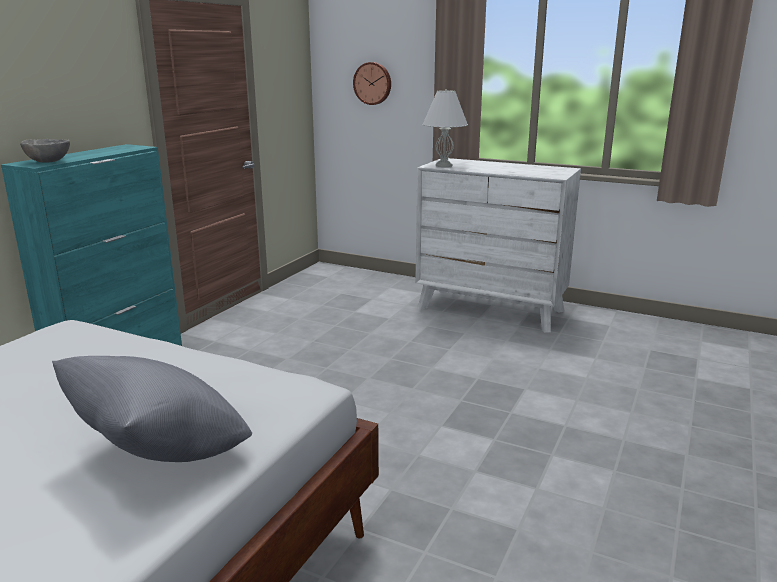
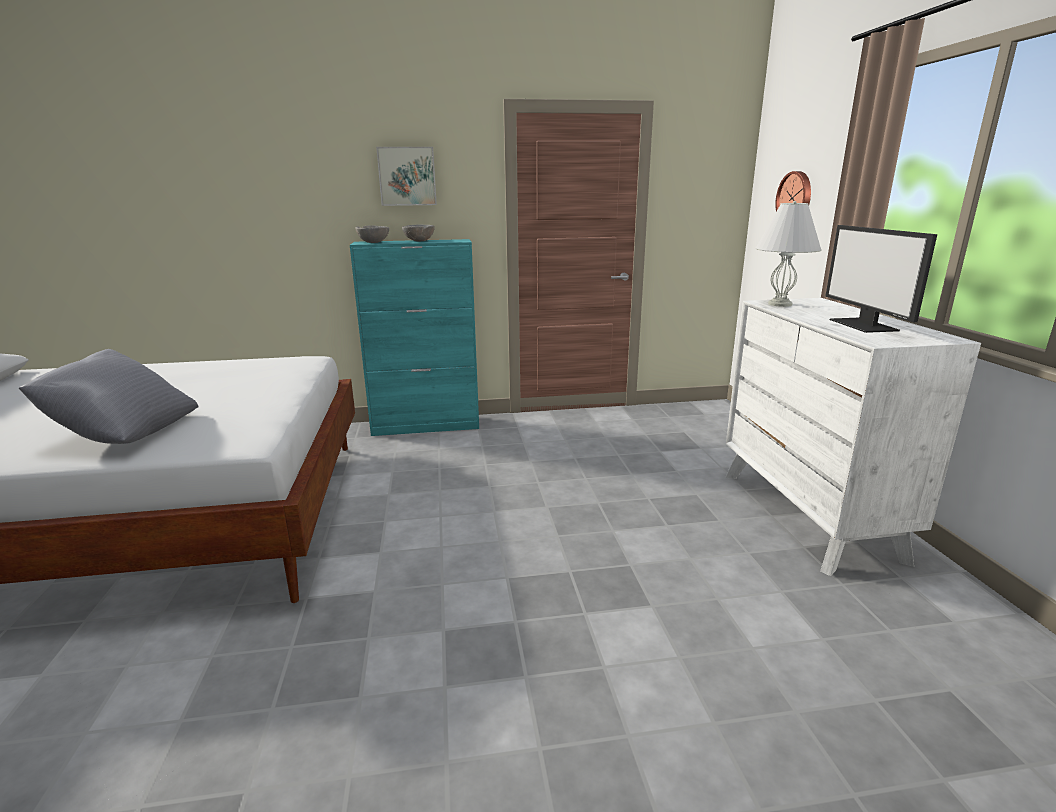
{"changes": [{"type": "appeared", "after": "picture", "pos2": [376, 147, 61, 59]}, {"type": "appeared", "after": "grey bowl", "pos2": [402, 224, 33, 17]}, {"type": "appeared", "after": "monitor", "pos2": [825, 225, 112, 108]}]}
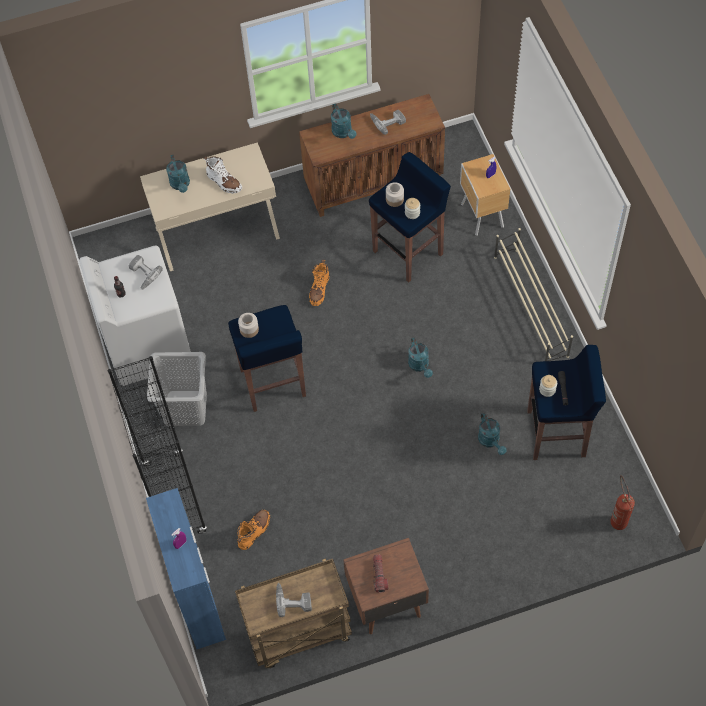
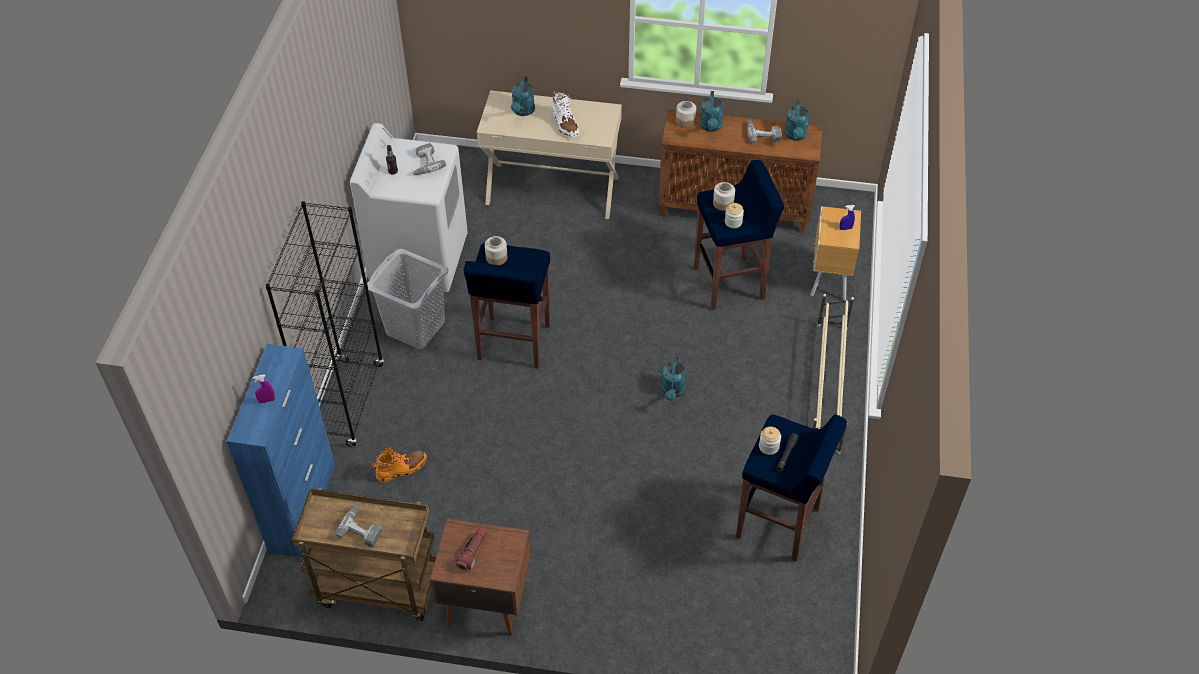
{"changes": [{"type": "appeared", "after": "jar", "pos2": [676, 101, 20, 27]}, {"type": "relocated", "before": "turquoise watering can", "pos1": [478, 413, 29, 42], "pos2": [785, 100, 25, 41]}, {"type": "missing", "before": "orange boot", "pos1": [309, 260, 20, 46]}, {"type": "missing", "before": "fire extinguisher", "pos1": [610, 475, 25, 55]}]}
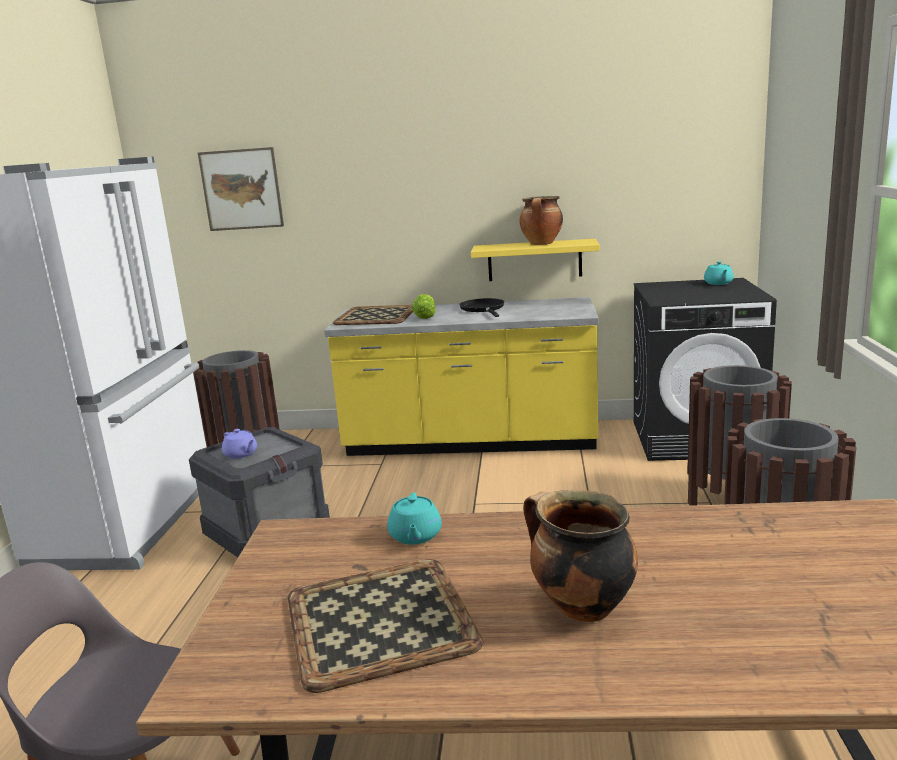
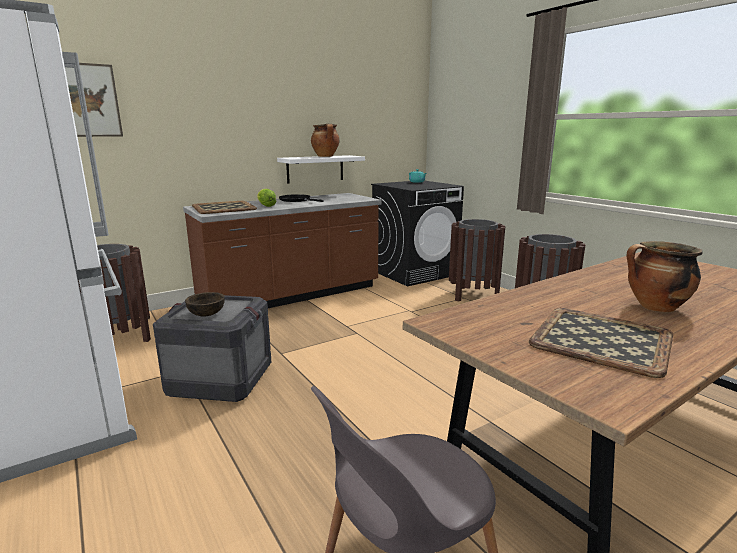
{"changes": [{"type": "colour", "before": "yellow counter", "after": "brown counter", "pos1": [324, 297, 275, 159], "pos2": [183, 193, 199, 115]}, {"type": "exchanged", "before": "purple teapot", "after": "brown bowl", "pos1": [222, 429, 35, 30], "pos2": [185, 292, 40, 25]}, {"type": "colour", "before": "yellow shelf", "after": "white shelf", "pos1": [471, 239, 129, 42], "pos2": [277, 155, 88, 28]}, {"type": "missing", "before": "turquoise teapot", "pos1": [387, 493, 55, 52]}]}
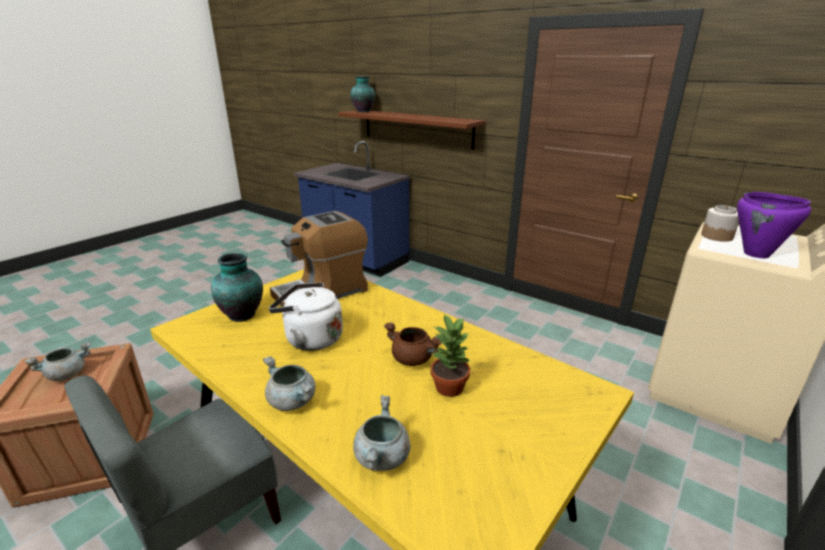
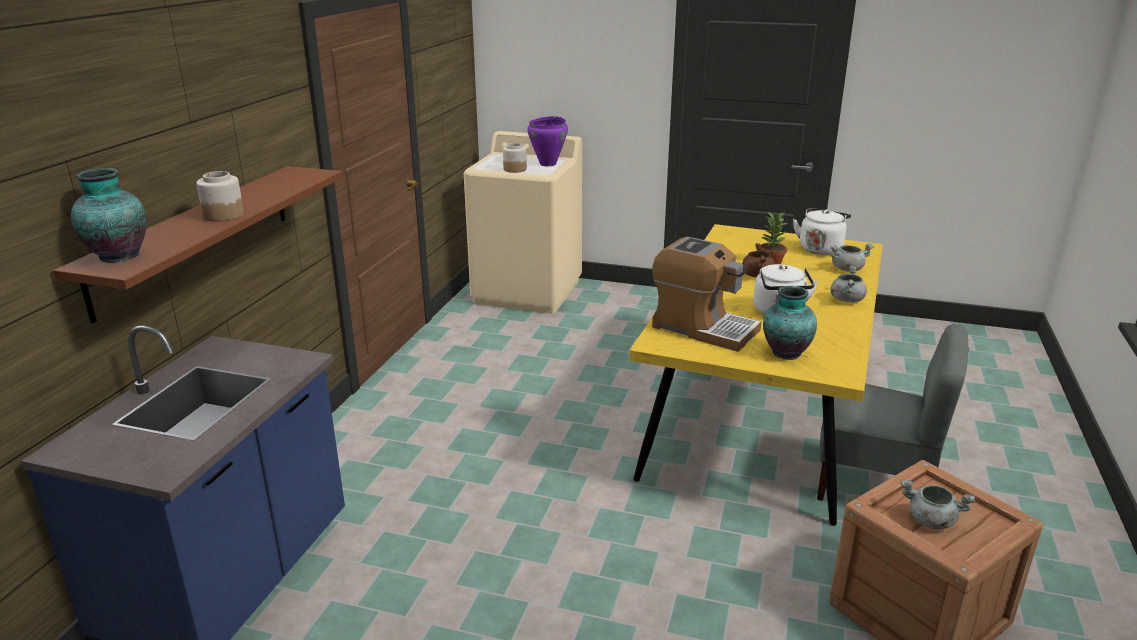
{"changes": [{"type": "appeared", "after": "jar", "pos2": [196, 171, 48, 51]}, {"type": "appeared", "after": "white kettle", "pos2": [793, 208, 58, 47]}]}
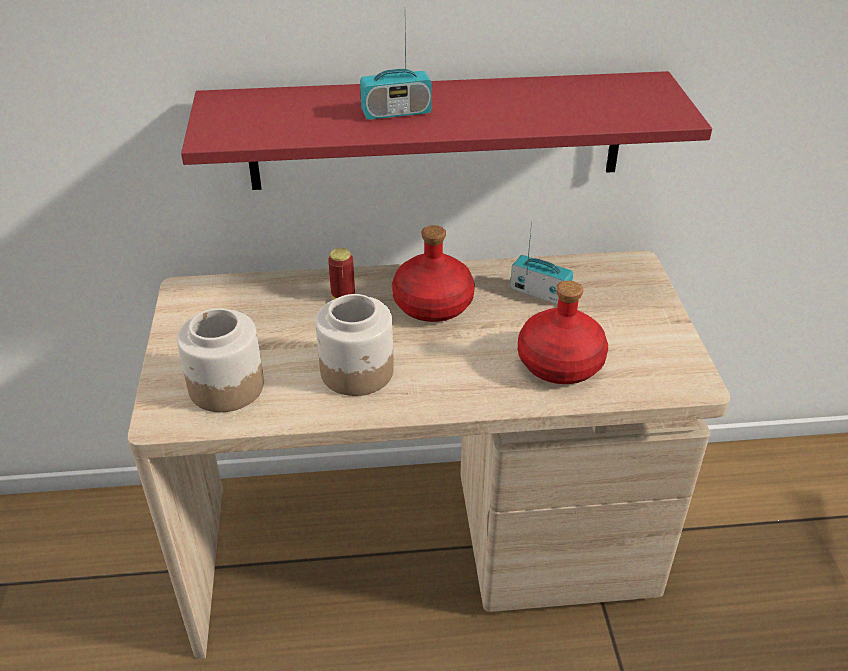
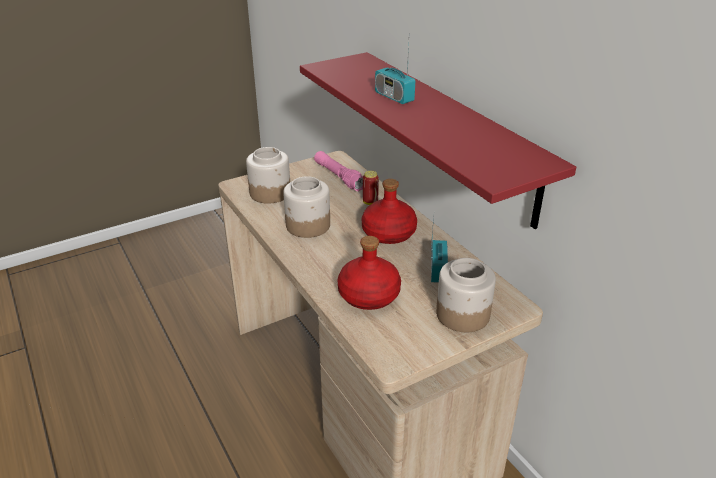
{"changes": [{"type": "appeared", "after": "pink flashlight", "pos2": [314, 151, 49, 41]}, {"type": "appeared", "after": "jar", "pos2": [436, 258, 60, 74]}]}
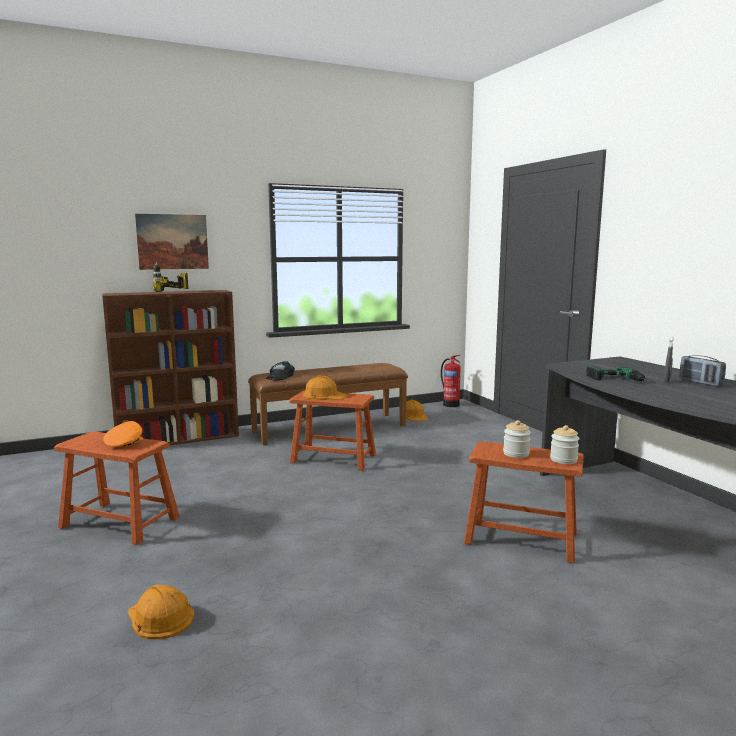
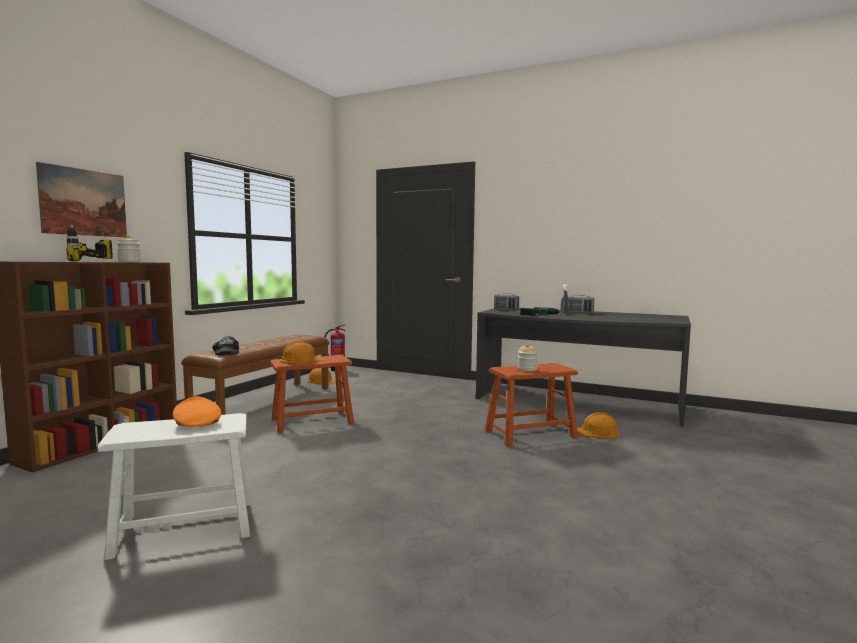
{"changes": [{"type": "colour", "before": "brown stool", "after": "white stool", "pos1": [54, 432, 126, 113], "pos2": [98, 413, 152, 147]}, {"type": "relocated", "before": "jar", "pos1": [550, 425, 29, 39], "pos2": [117, 235, 24, 27]}, {"type": "appeared", "after": "radio", "pos2": [494, 293, 25, 18]}, {"type": "relocated", "before": "orange hard hat", "pos1": [128, 584, 66, 55], "pos2": [577, 413, 43, 26]}]}
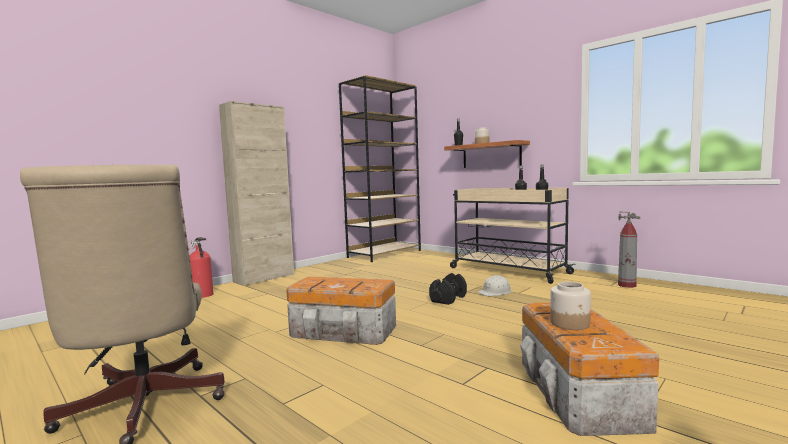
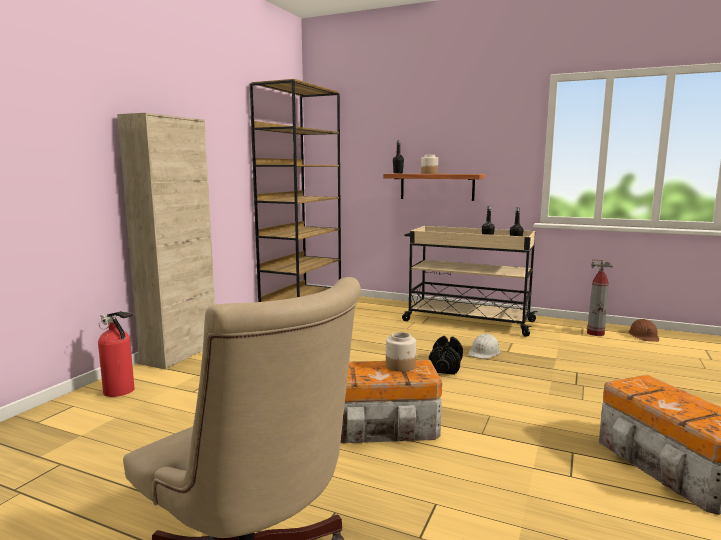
{"changes": [{"type": "relocated", "before": "jar", "pos1": [550, 282, 41, 48], "pos2": [386, 332, 30, 40]}, {"type": "appeared", "after": "brown hard hat", "pos2": [628, 319, 31, 23]}]}
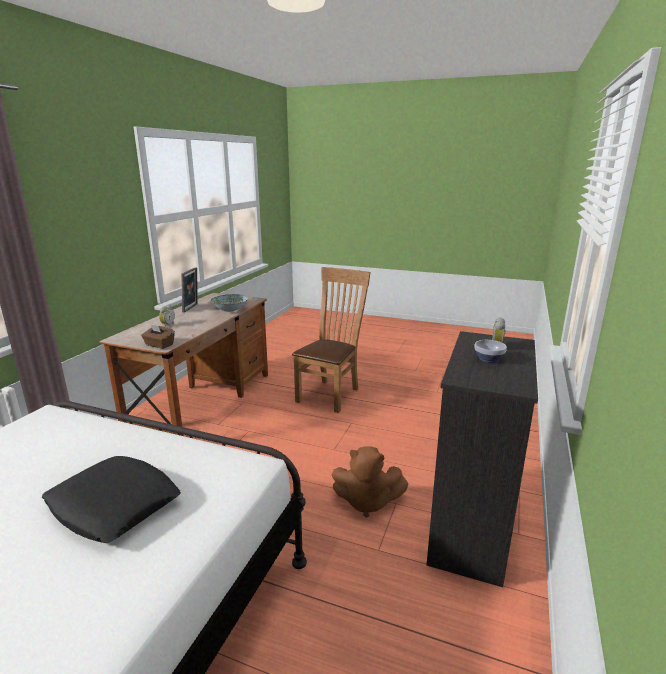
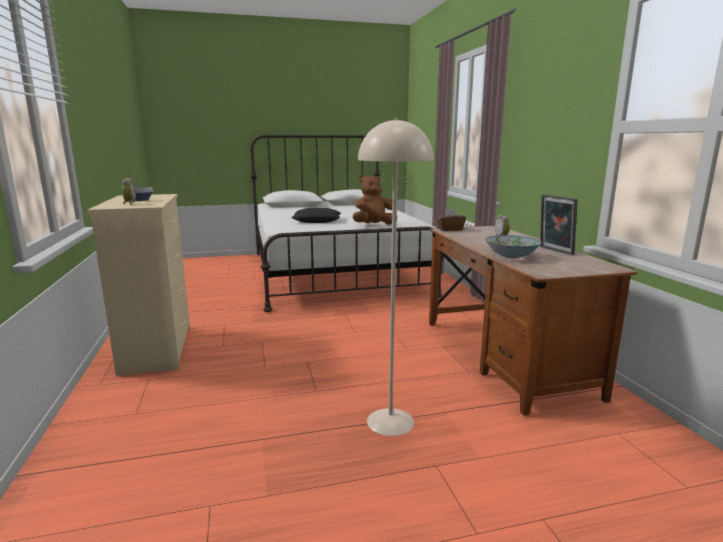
{"changes": [{"type": "colour", "before": "black dresser", "after": "beige dresser", "pos1": [427, 331, 111, 256], "pos2": [87, 194, 103, 182]}, {"type": "relocated", "before": "brown plush toy", "pos1": [332, 446, 76, 72], "pos2": [353, 175, 44, 50]}, {"type": "exchanged", "before": "brown chair", "after": "beige floor lamp", "pos1": [292, 267, 79, 146], "pos2": [358, 118, 75, 318]}]}
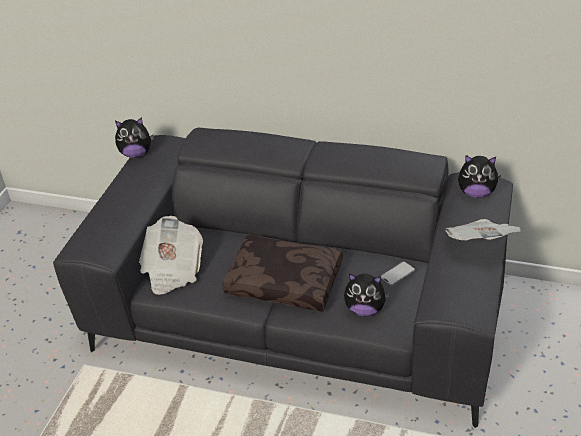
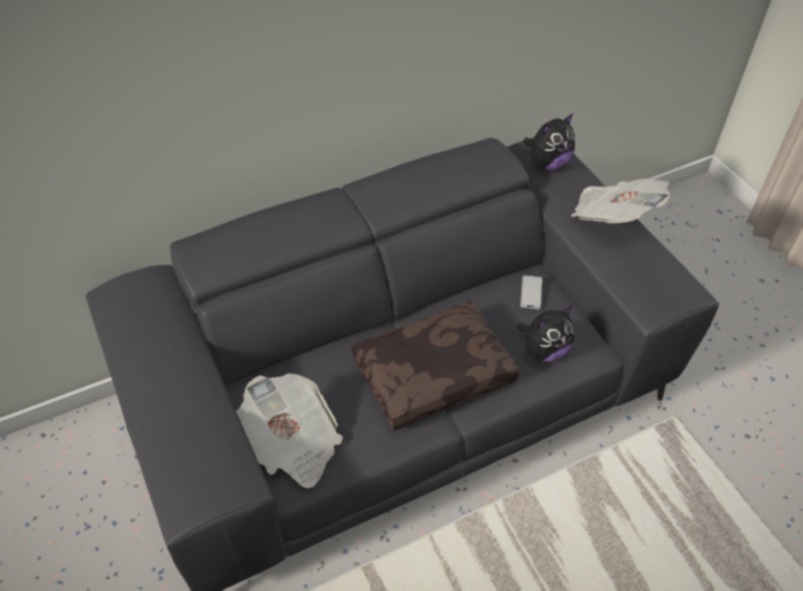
{"changes": [{"type": "missing", "before": "plush toy", "pos1": [115, 117, 39, 41]}]}
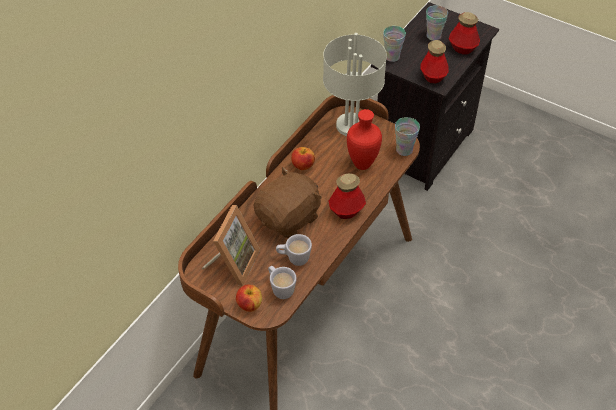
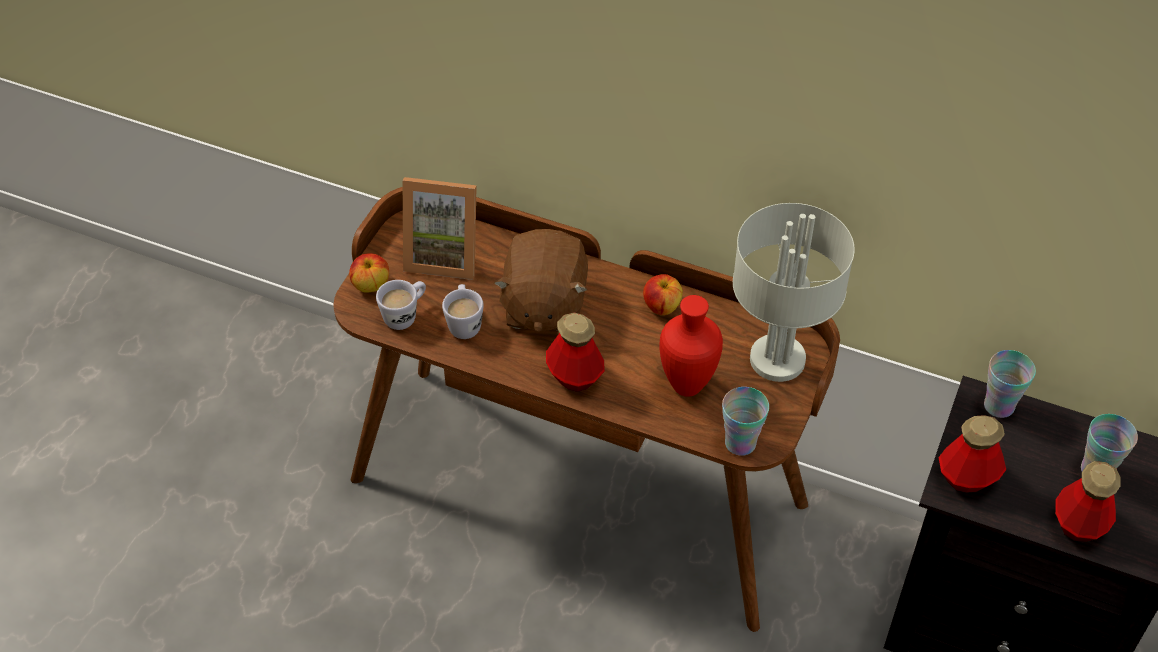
{"changes": [{"type": "spun", "before": "brown plush toy", "pos1": [254, 167, 68, 71], "pos2": [494, 229, 94, 103], "turn": 60}]}
